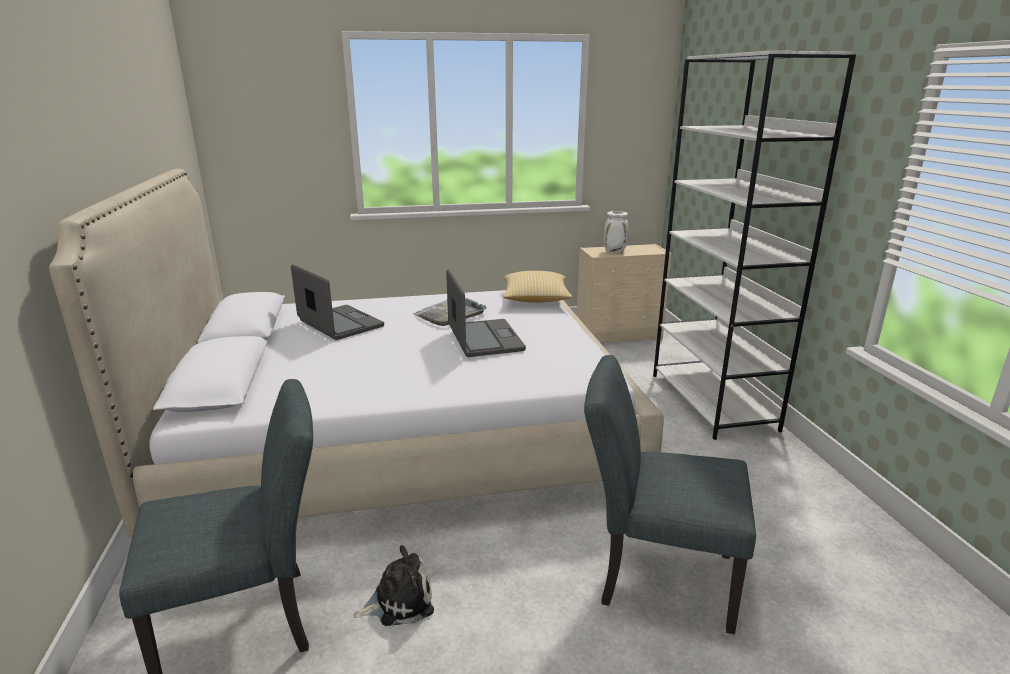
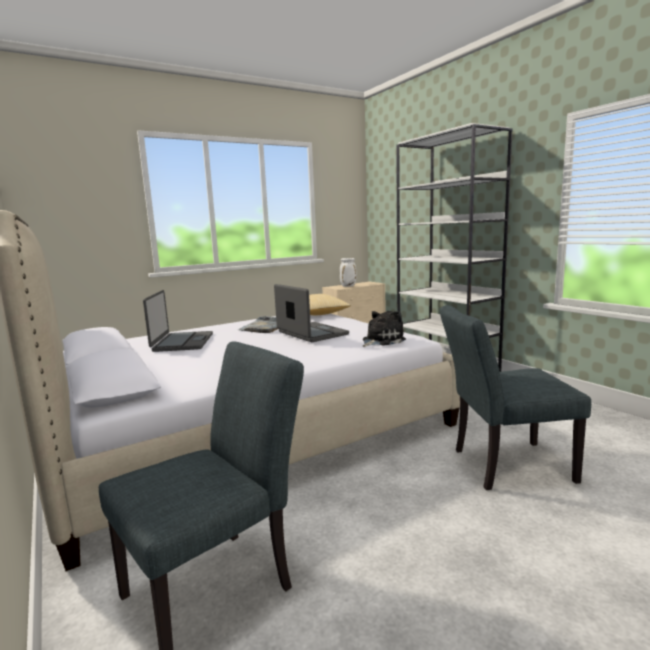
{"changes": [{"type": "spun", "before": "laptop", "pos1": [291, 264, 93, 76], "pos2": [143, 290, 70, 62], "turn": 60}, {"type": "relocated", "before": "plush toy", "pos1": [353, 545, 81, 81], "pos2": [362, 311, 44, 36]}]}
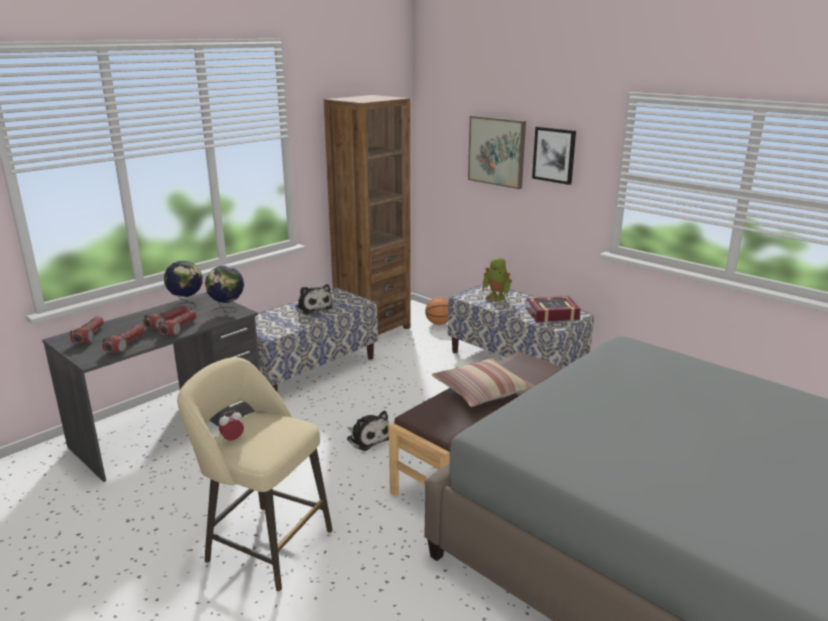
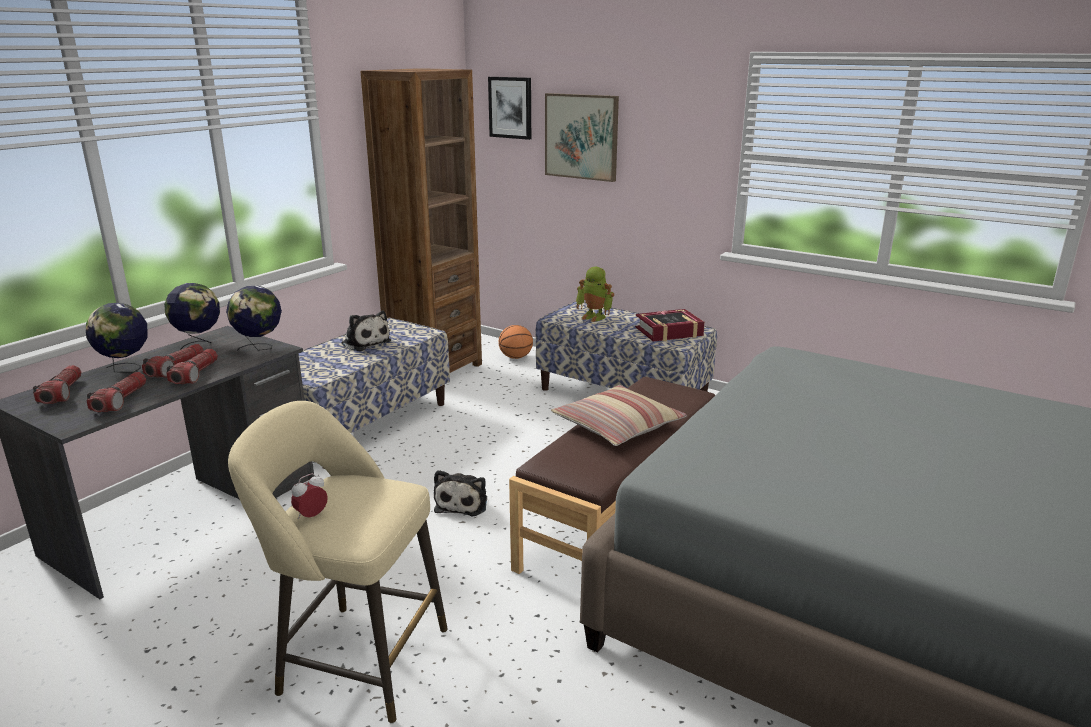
{"changes": [{"type": "appeared", "after": "globe", "pos2": [86, 303, 62, 70]}, {"type": "spun", "before": "plush toy", "pos1": [347, 411, 42, 40], "pos2": [434, 470, 53, 46], "turn": 60}, {"type": "relocated", "before": "picture", "pos1": [532, 127, 44, 58], "pos2": [488, 77, 43, 63]}]}
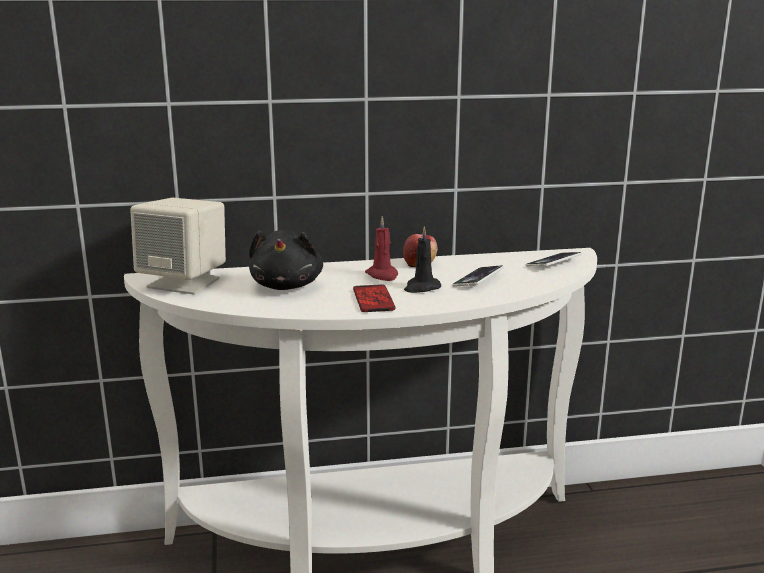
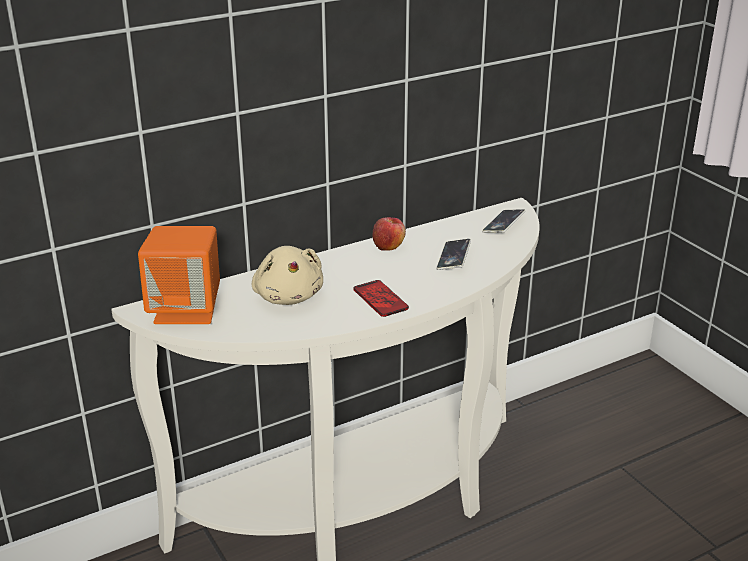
{"changes": [{"type": "colour", "before": "beige speaker", "after": "orange speaker", "pos1": [130, 197, 96, 98], "pos2": [138, 226, 82, 98]}, {"type": "colour", "before": "black plush toy", "after": "beige plush toy", "pos1": [249, 230, 74, 60], "pos2": [252, 246, 71, 59]}, {"type": "missing", "before": "red candle", "pos1": [365, 216, 33, 65]}, {"type": "missing", "before": "black candle", "pos1": [404, 226, 37, 67]}]}
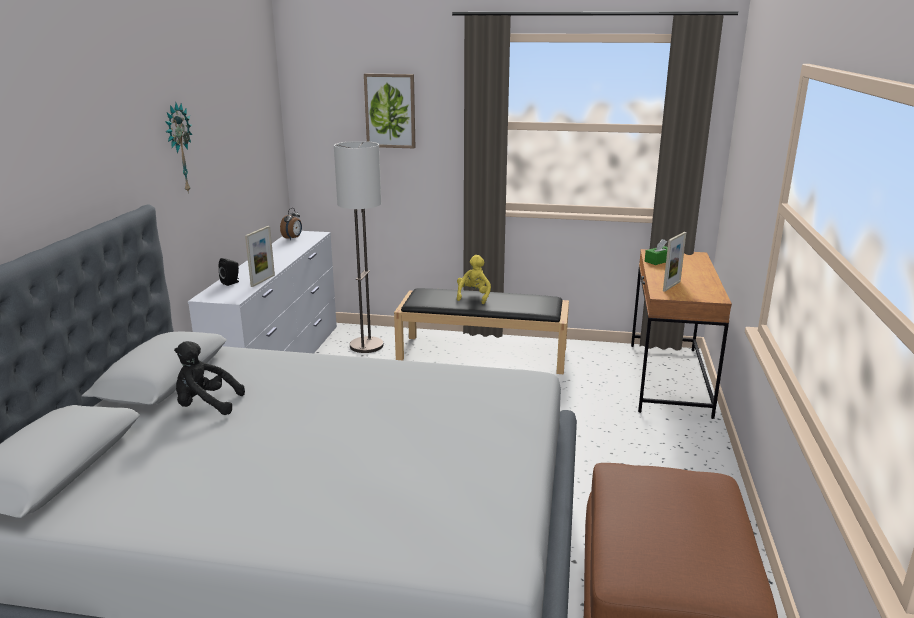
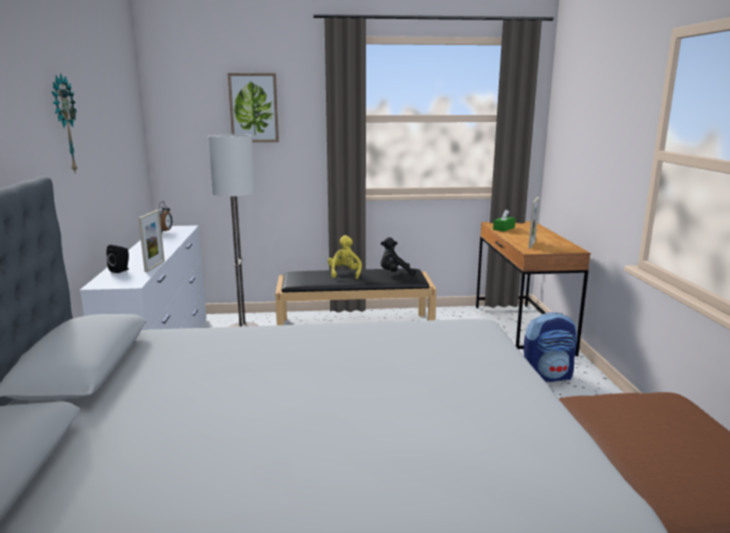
{"changes": [{"type": "relocated", "before": "black plush toy", "pos1": [174, 341, 71, 74], "pos2": [380, 237, 36, 39]}, {"type": "appeared", "after": "backpack", "pos2": [524, 312, 53, 70]}]}
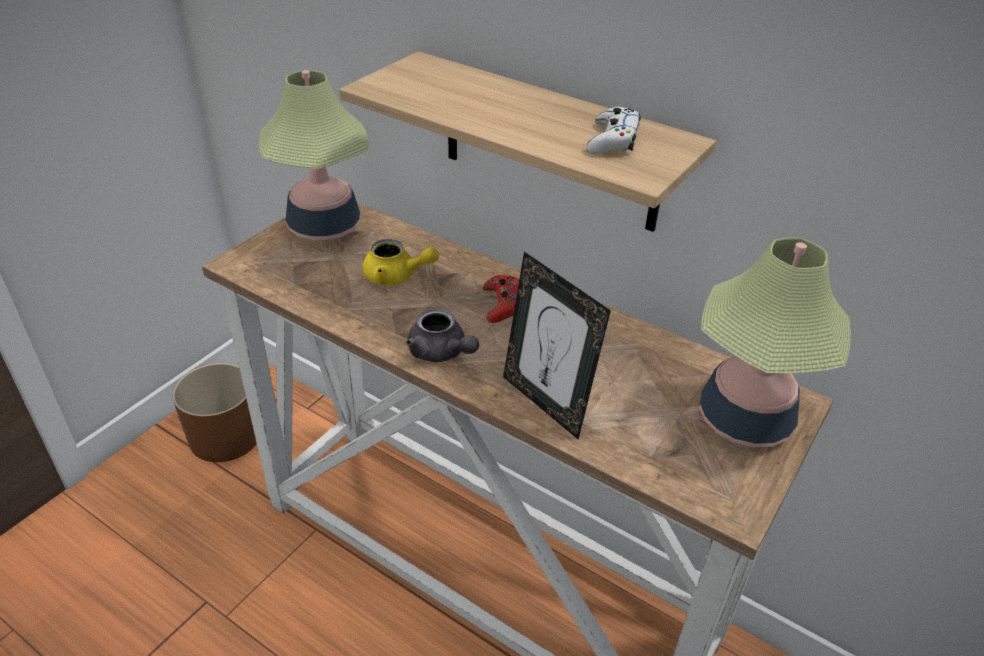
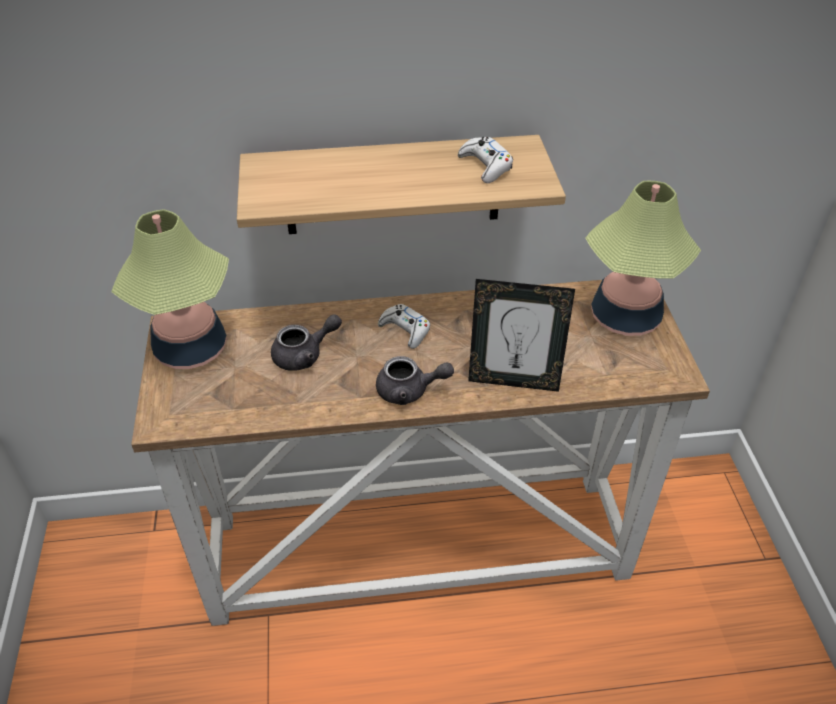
{"changes": [{"type": "colour", "before": "yellow teapot", "after": "grey teapot", "pos1": [362, 239, 77, 47], "pos2": [271, 314, 71, 57]}, {"type": "colour", "before": "red game controller", "after": "white game controller", "pos1": [483, 275, 36, 48], "pos2": [378, 304, 52, 45]}, {"type": "missing", "before": "brown planter", "pos1": [173, 363, 84, 99]}]}
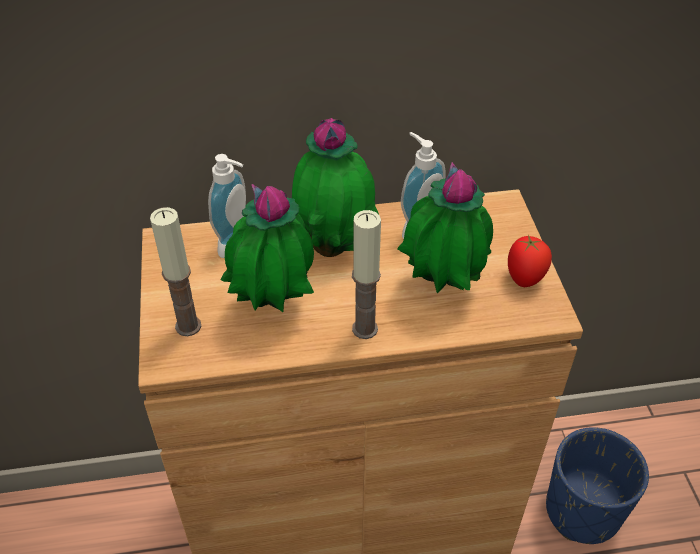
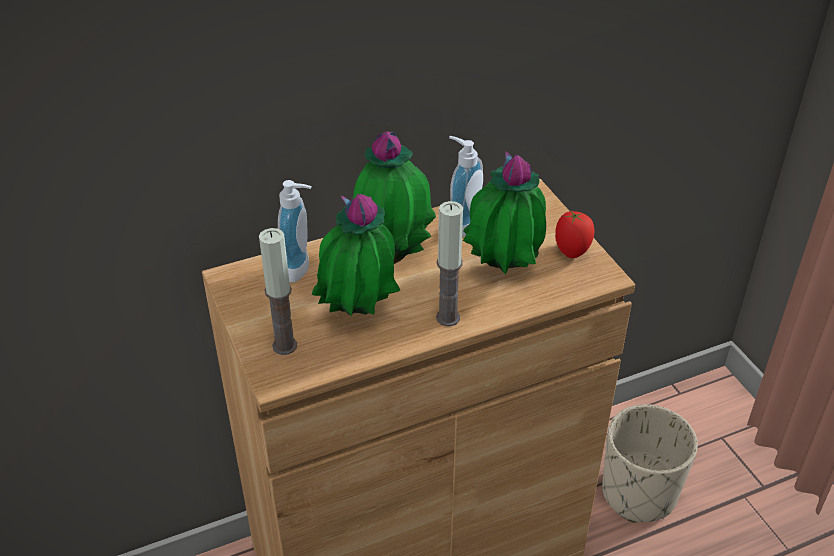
{"changes": [{"type": "colour", "before": "blue planter", "after": "beige planter", "pos1": [546, 427, 103, 117], "pos2": [602, 404, 96, 119]}]}
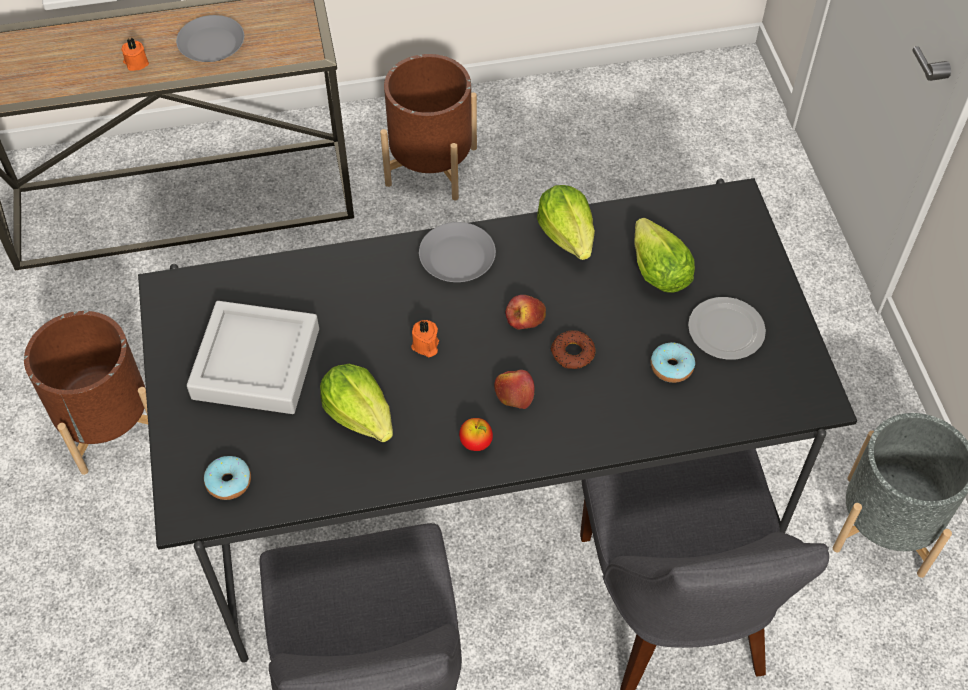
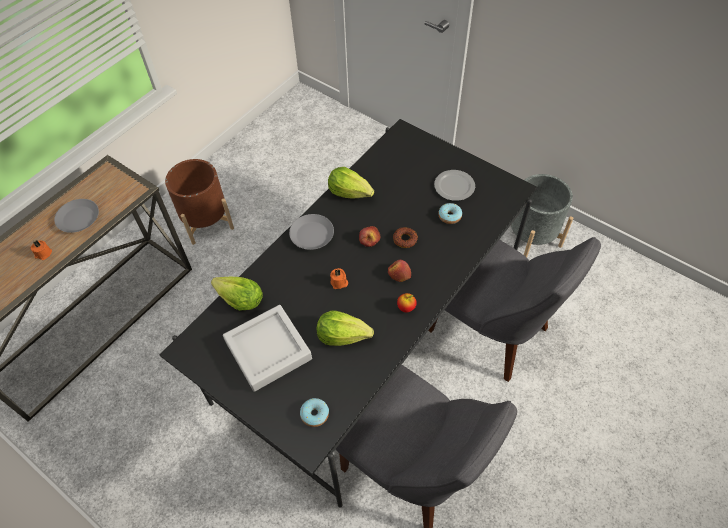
{"changes": [{"type": "relocated", "before": "lettuce", "pos1": [634, 218, 61, 75], "pos2": [211, 277, 52, 34]}, {"type": "missing", "before": "brown planter", "pos1": [24, 311, 124, 164]}]}
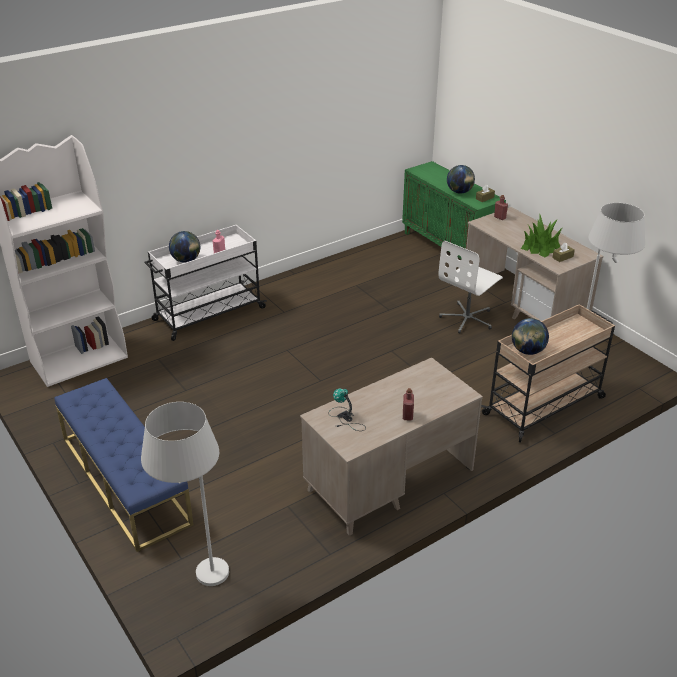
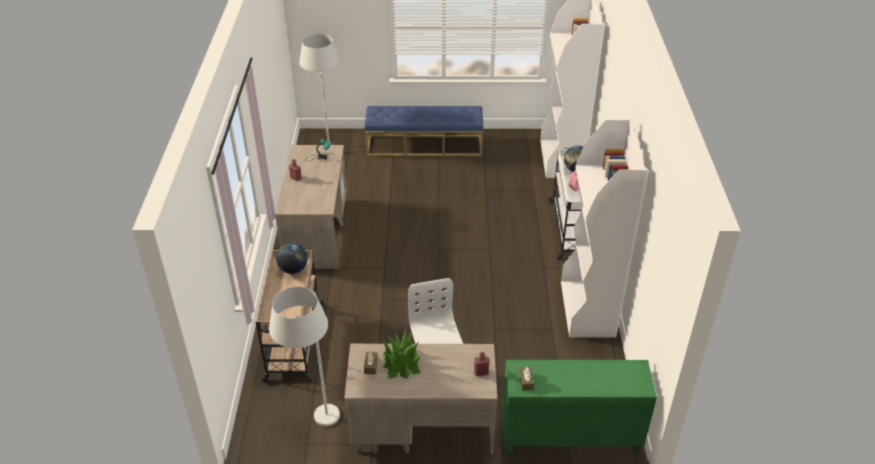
{"changes": [{"type": "appeared", "after": "white bookcase", "pos2": [561, 119, 88, 219]}, {"type": "missing", "before": "globe", "pos1": [447, 165, 28, 29]}]}
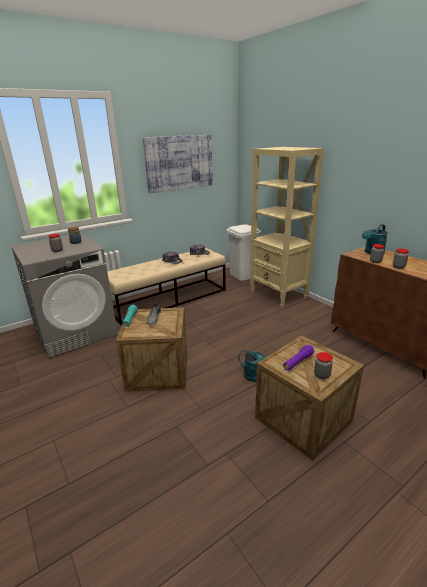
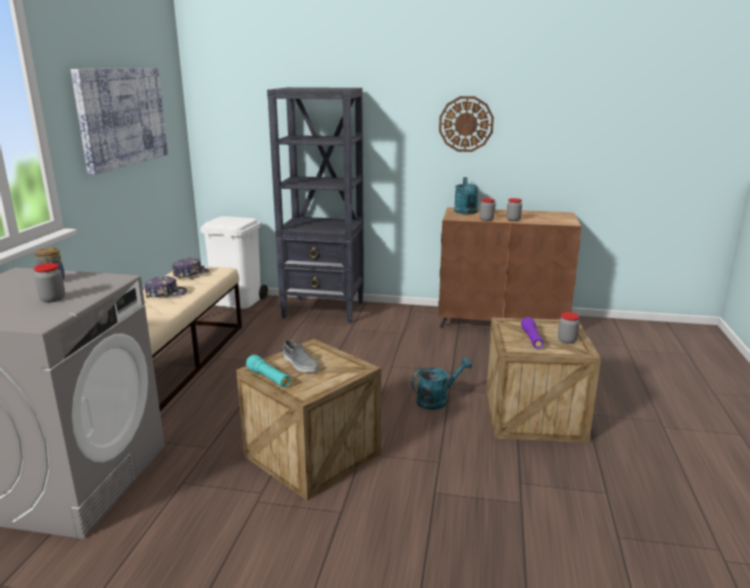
{"changes": [{"type": "colour", "before": "beige bookcase", "after": "black bookcase", "pos1": [250, 147, 74, 161], "pos2": [267, 87, 97, 236]}, {"type": "appeared", "after": "wall clock", "pos2": [439, 96, 55, 56]}]}
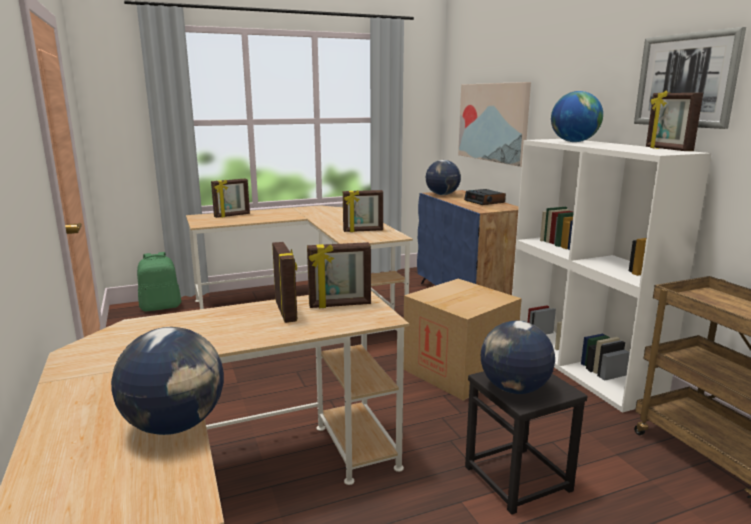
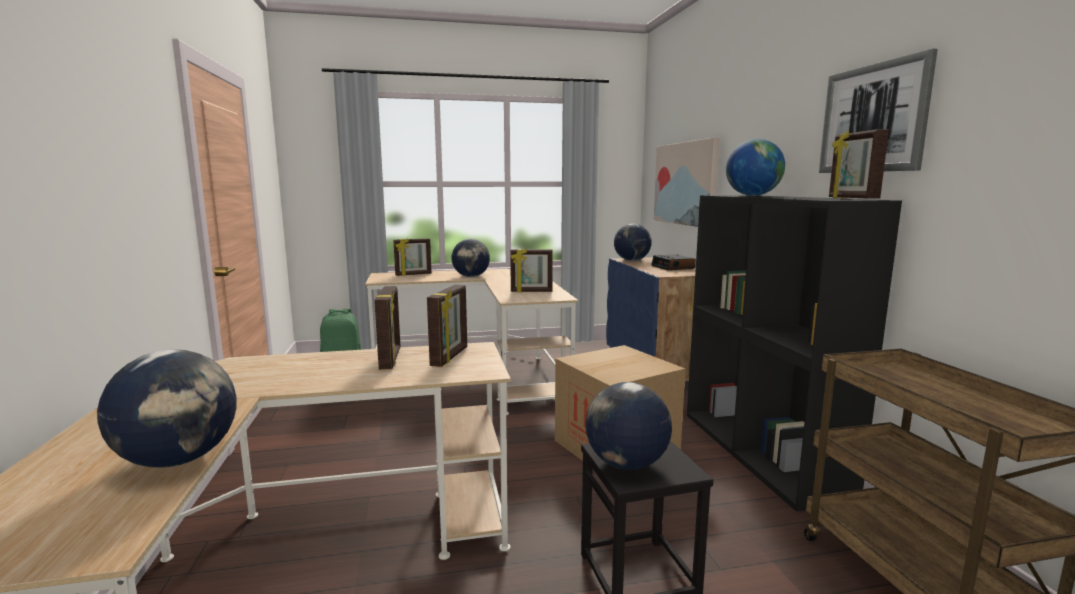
{"changes": [{"type": "spun", "before": "picture frame", "pos1": [307, 242, 64, 66], "pos2": [427, 285, 40, 82], "turn": -75}, {"type": "appeared", "after": "globe", "pos2": [451, 239, 39, 38]}, {"type": "colour", "before": "white bookcase", "after": "black bookcase", "pos1": [512, 139, 199, 274], "pos2": [687, 195, 215, 317]}]}
